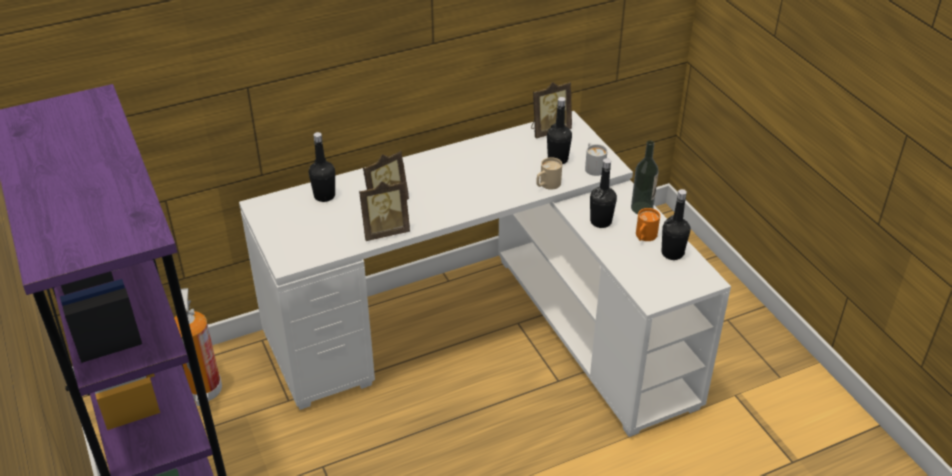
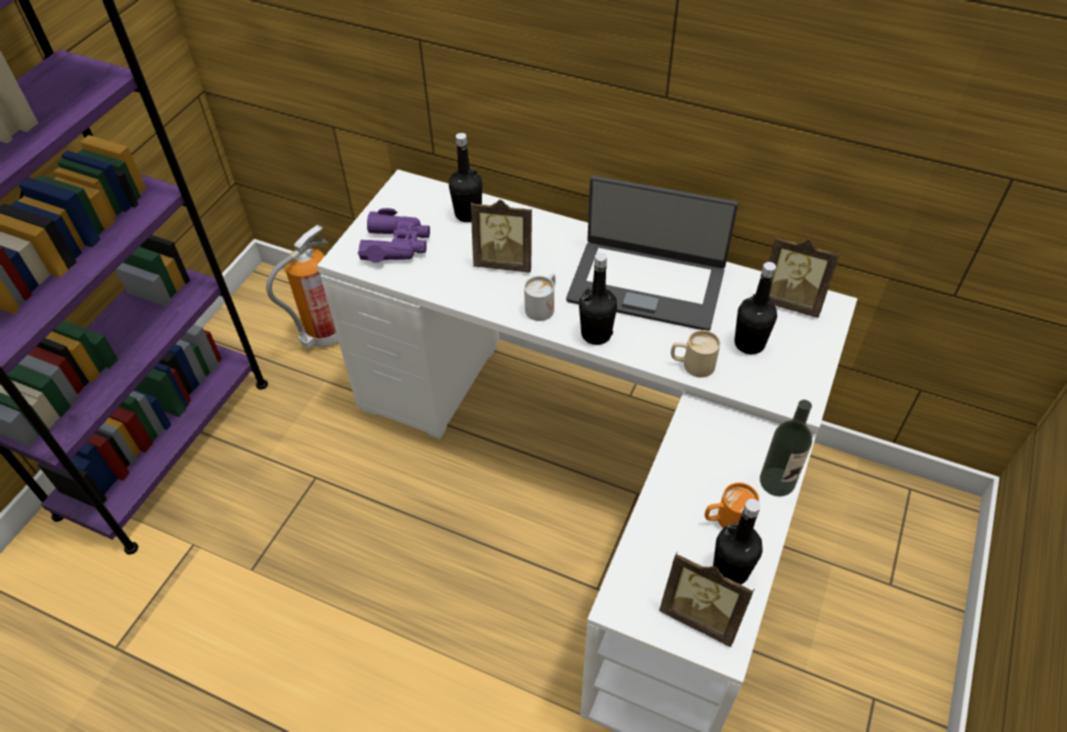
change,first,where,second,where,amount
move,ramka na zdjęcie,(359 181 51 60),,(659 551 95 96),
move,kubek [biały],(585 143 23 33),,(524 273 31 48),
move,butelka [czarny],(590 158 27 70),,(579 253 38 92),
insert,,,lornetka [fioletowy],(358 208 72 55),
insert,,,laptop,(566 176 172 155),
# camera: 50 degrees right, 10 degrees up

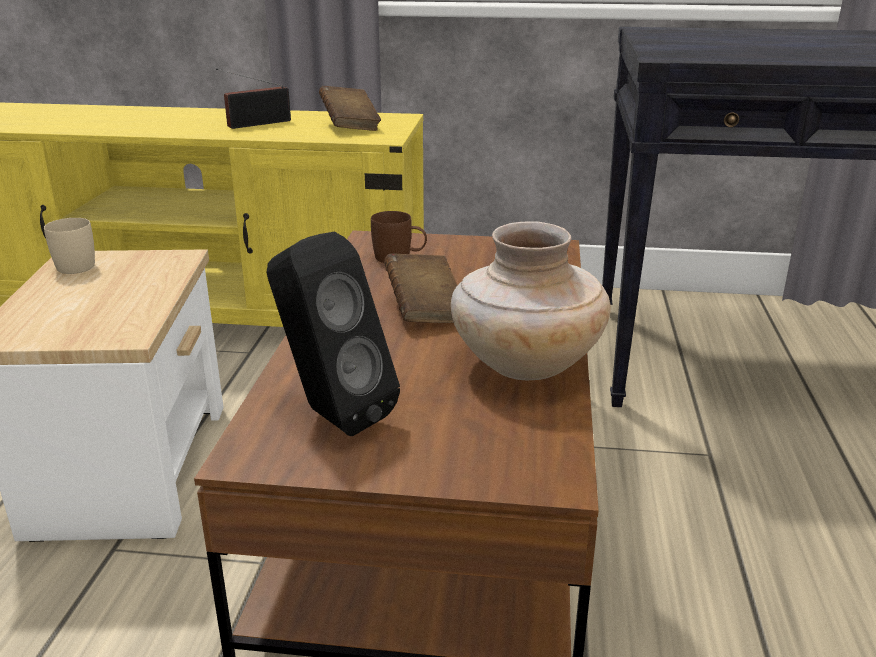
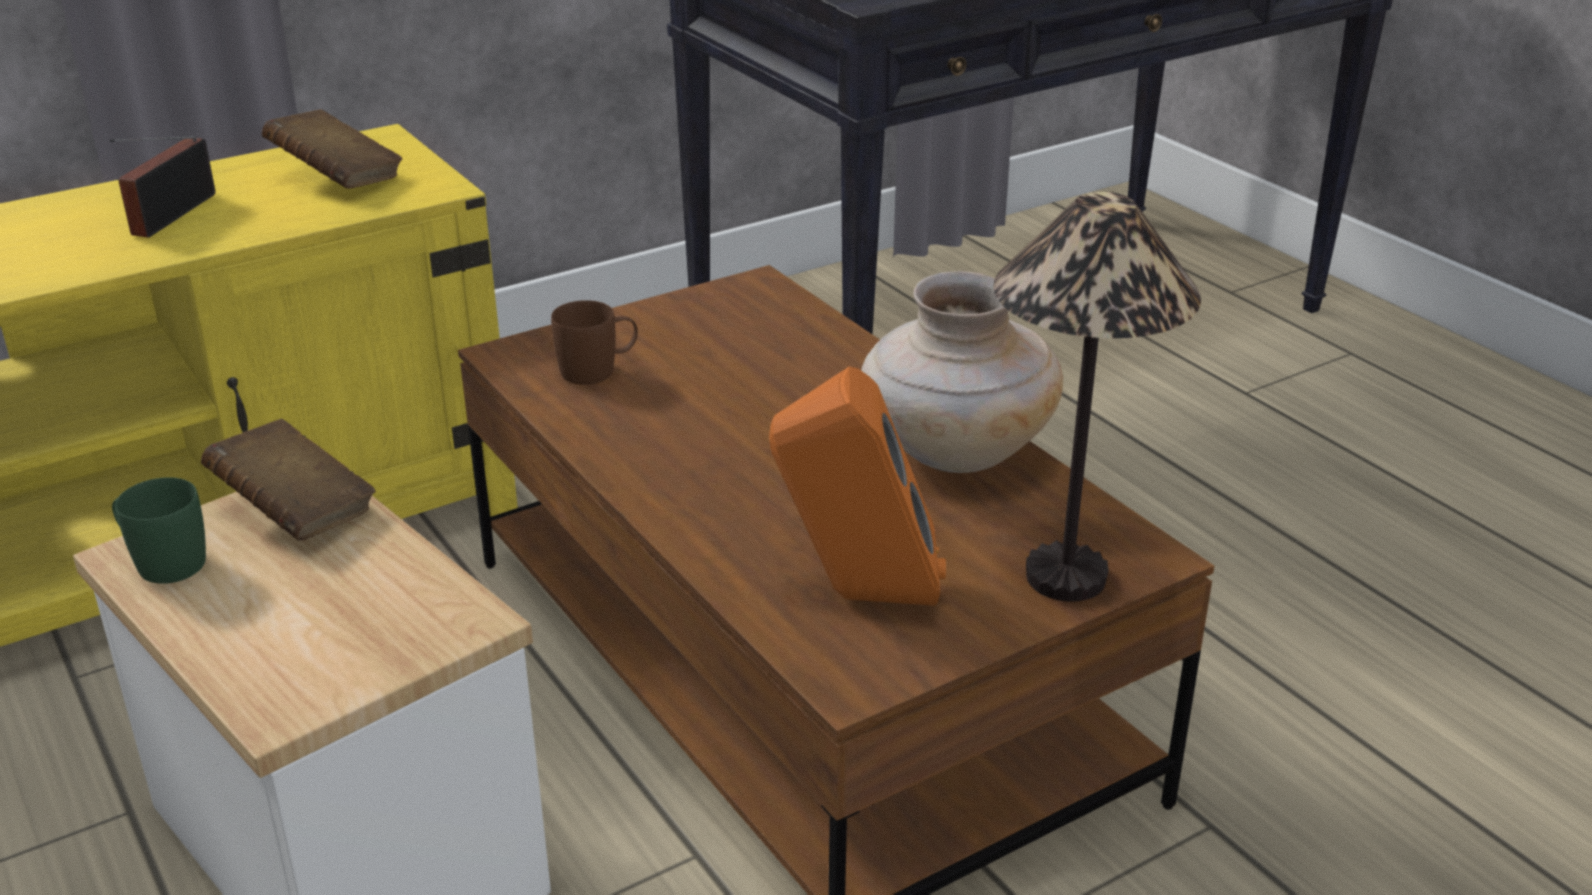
change,first,where,second,where,amount
recolor,kubek [beżowy],(44 218 51 56),kubek [zielony],(112 477 94 107),
recolor,głośnik [czarny],(266 232 134 204),głośnik [pomarańczowy],(769 366 177 240),
move,książka [brązowy],(384 253 73 70),,(201 419 175 122),
insert,,,lampa stołowa,(993 192 208 410),
# camera: 40 degrees left, 5 degrees up

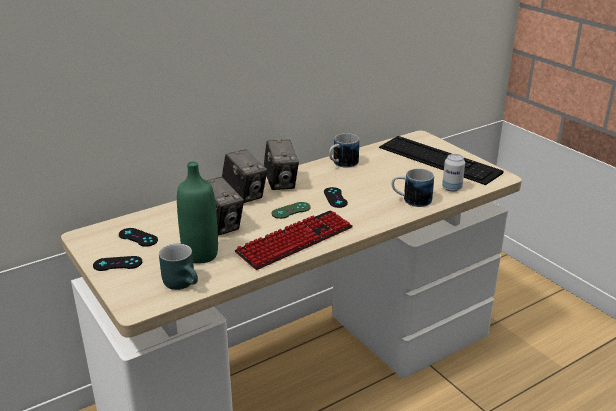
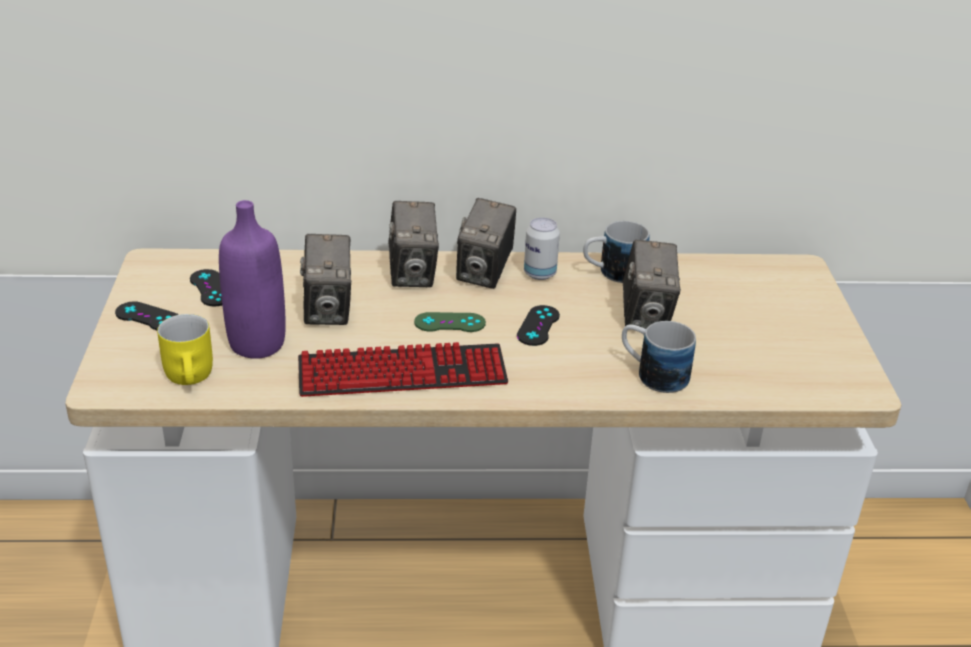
change,first,where,second,where,amount
recolor,kubek [turkusowy],(159 244 39 46),kubek [żółty],(157 314 56 71),
recolor,butelka [zielony],(177 161 41 103),butelka [fioletowy],(219 200 67 159),
delete,klawiatura,(379 136 125 49),,,
move,puszka,(442 154 23 38),,(524 218 36 62),
insert,,,aparat fotograficzny,(623 239 58 90),
# camera: 30 degrees right, 5 degrees up

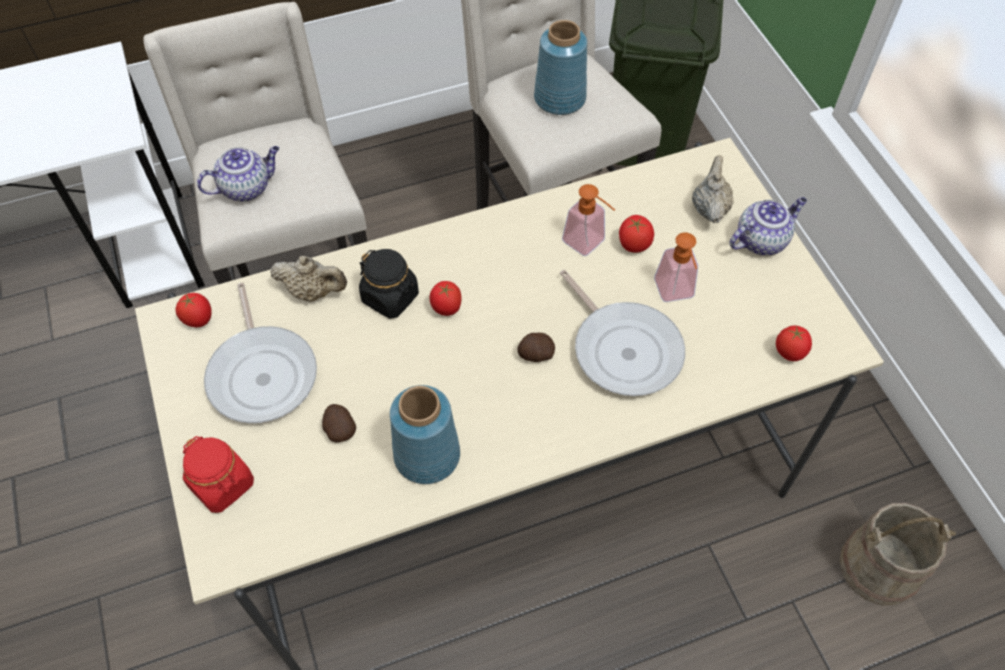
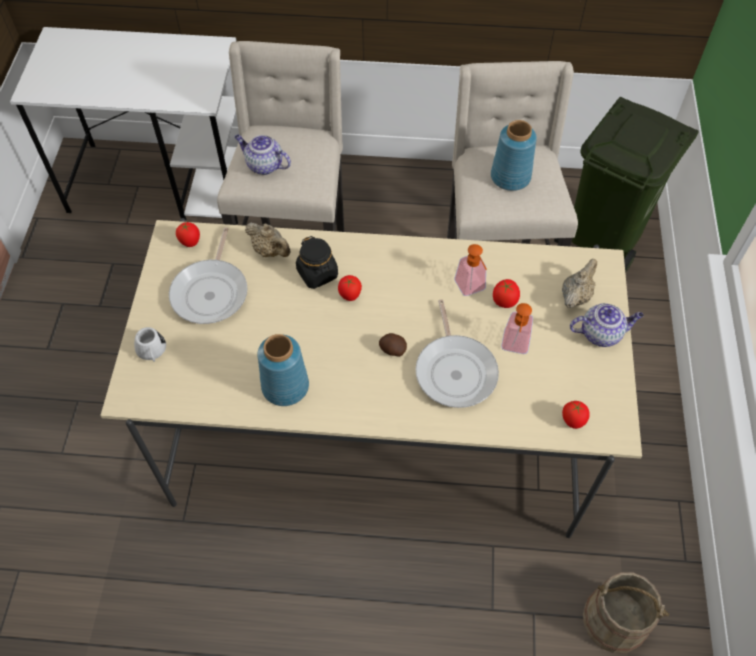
change,first,where,second,where,amount
replace,słoik [czerwony],(183 436 71 77),kubek [biały],(134 327 32 35),
rotate,imbryk,(197 146 82 56),,(235 135 56 40),150 degrees counterclockwise
delete,ziemniak,(322 404 34 39),,,
# camera: 25 degrees right, 0 degrees up

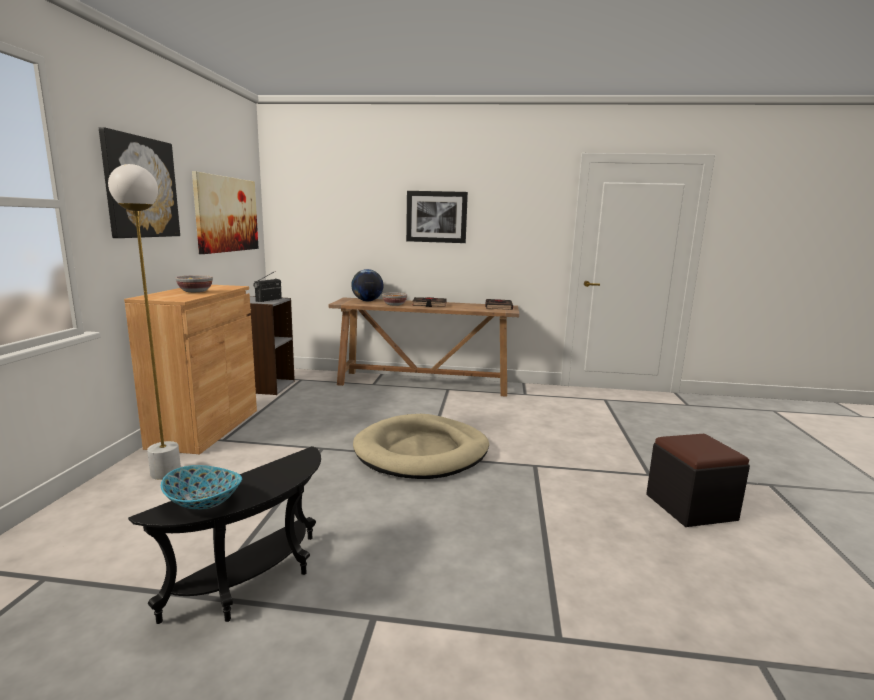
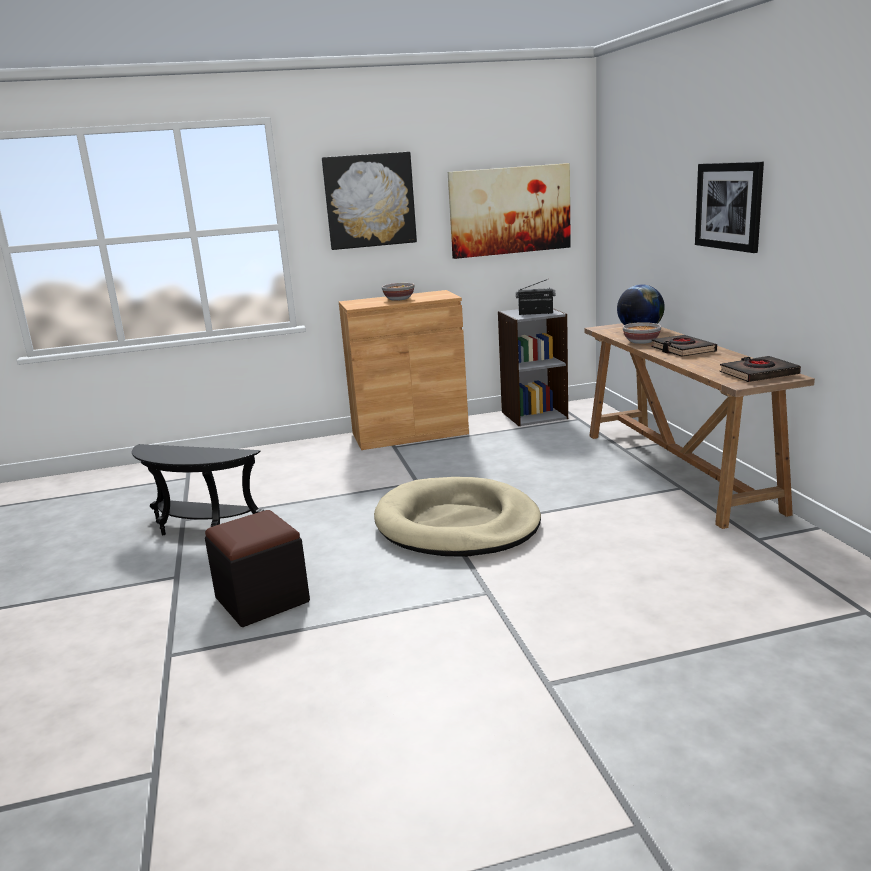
change,first,where,second,where,amount
delete,lampa stojąca [biały],(108 164 73 316),,,
delete,miska,(161 465 81 45),,,
move,pufa [czarny],(646 434 104 93),,(205 510 105 117),
# camera: 70 degrees right, 5 degrees up

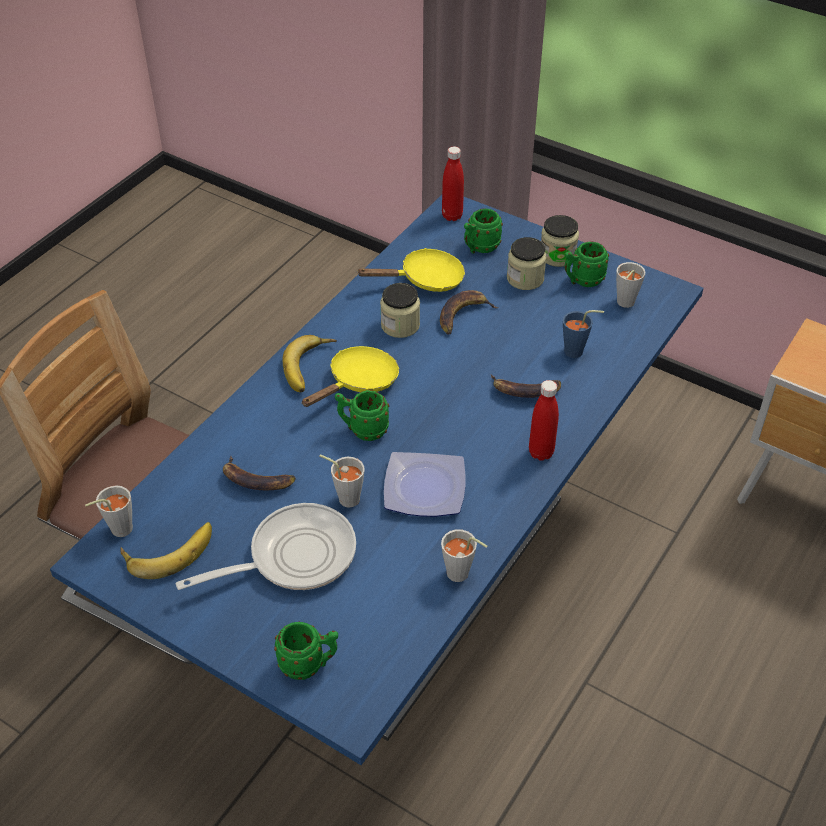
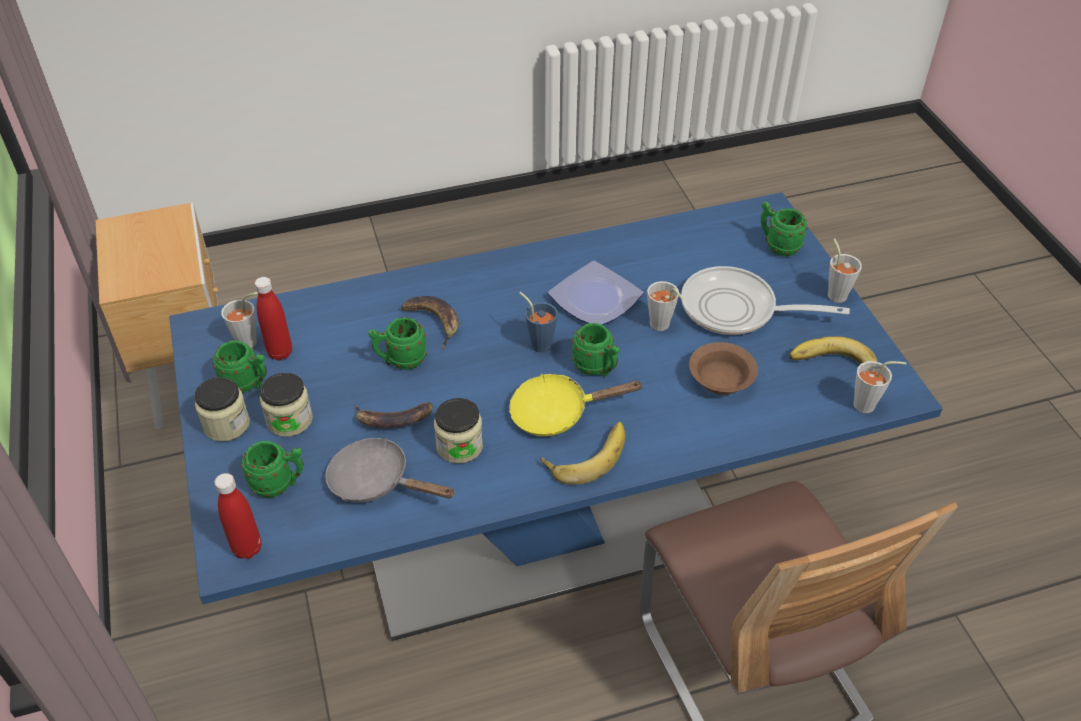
change,first,where,second,where,amount
replace,banan,(223 455 73 35),miska [brązowy],(689 342 69 53),
recolor,patelnia [żółty],(356 248 109 44),patelnia [szary],(325 438 130 65),
move,filiżanka [szary],(441 529 46 53),,(828 238 34 65),
move,butelka [czerwony],(529 380 30 81),,(254 277 38 84),
move,filiżanka [niebieski],(563 310 41 48),,(519 292 39 61),
insert,,,kubek [zielony],(368 317 59 53),
# camera: 140 degrees left, 0 degrees up

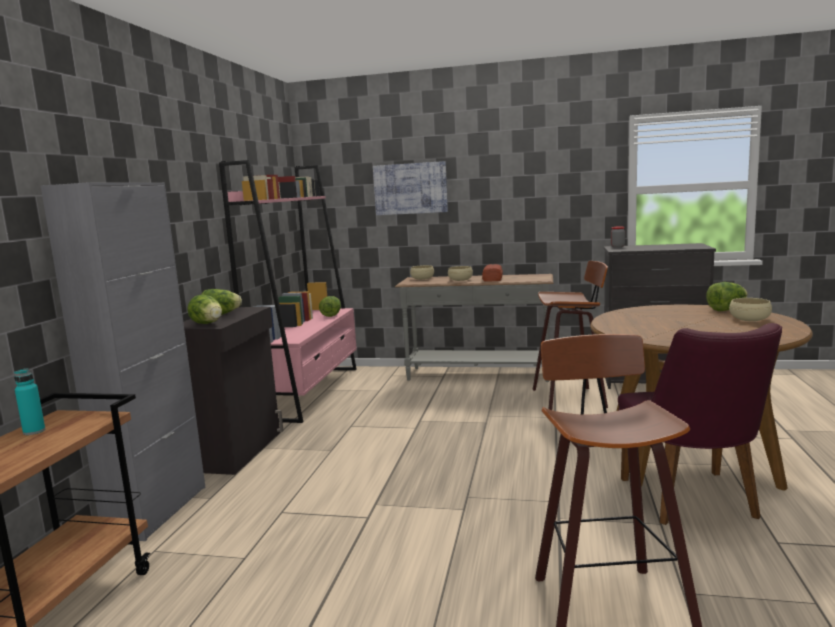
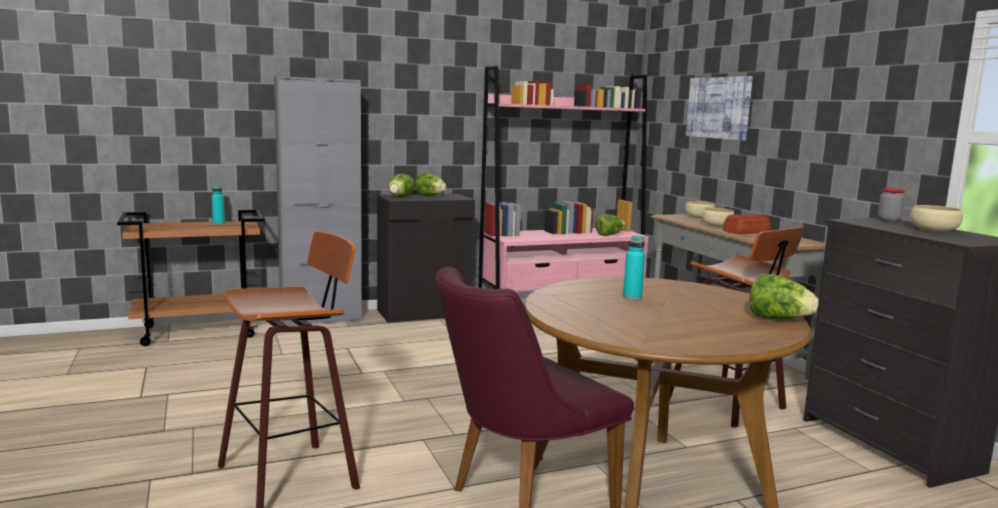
change,first,where,second,where,amount
move,miska [beżowy],(729 298 43 23),,(910 205 53 27),
insert,,,butelka [turkusowy],(623 236 22 64),
# camera: 55 degrees right, 0 degrees up

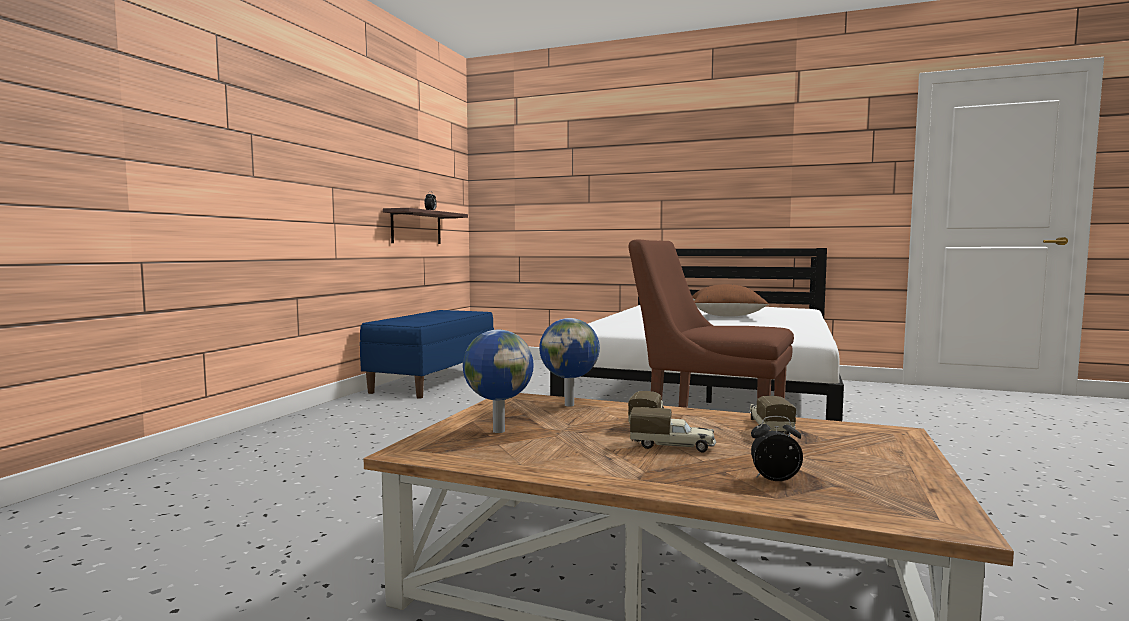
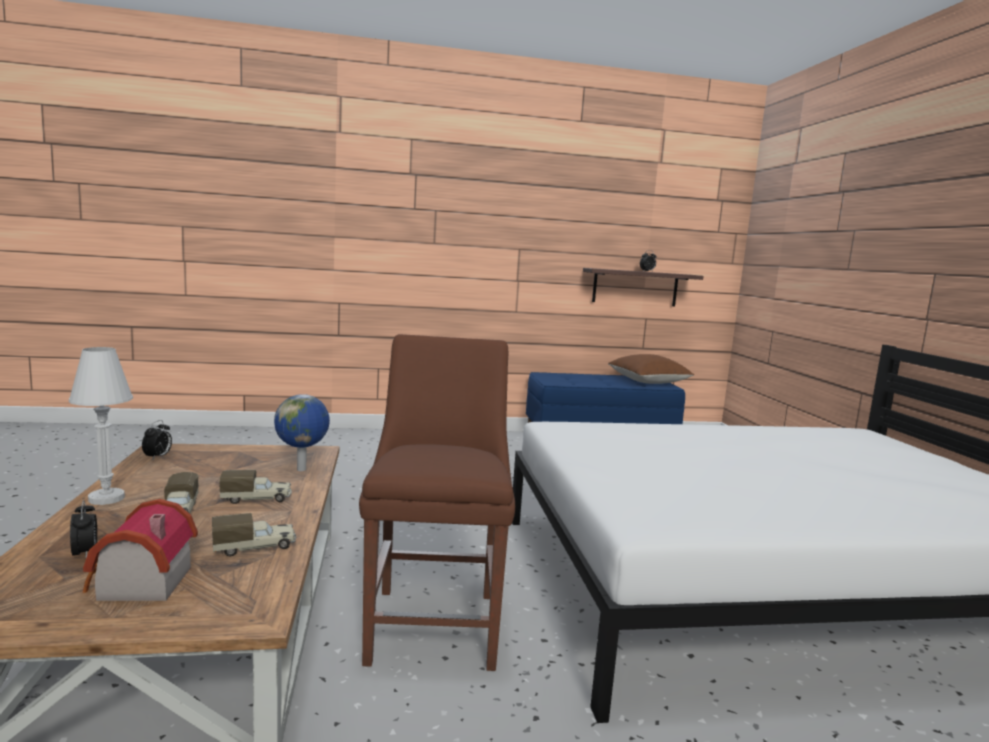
change,first,where,second,where,amount
delete,globus,(463 330 71 103),,,
move,poduszka [brązowy],(692 284 77 33),,(608 354 86 30),
insert,,,lampa stołowa [biały],(69 347 64 158),
insert,,,domek,(83 499 115 102),
insert,,,budzik,(142 420 30 39),
# camera: 60 degrees right, 5 degrees up

